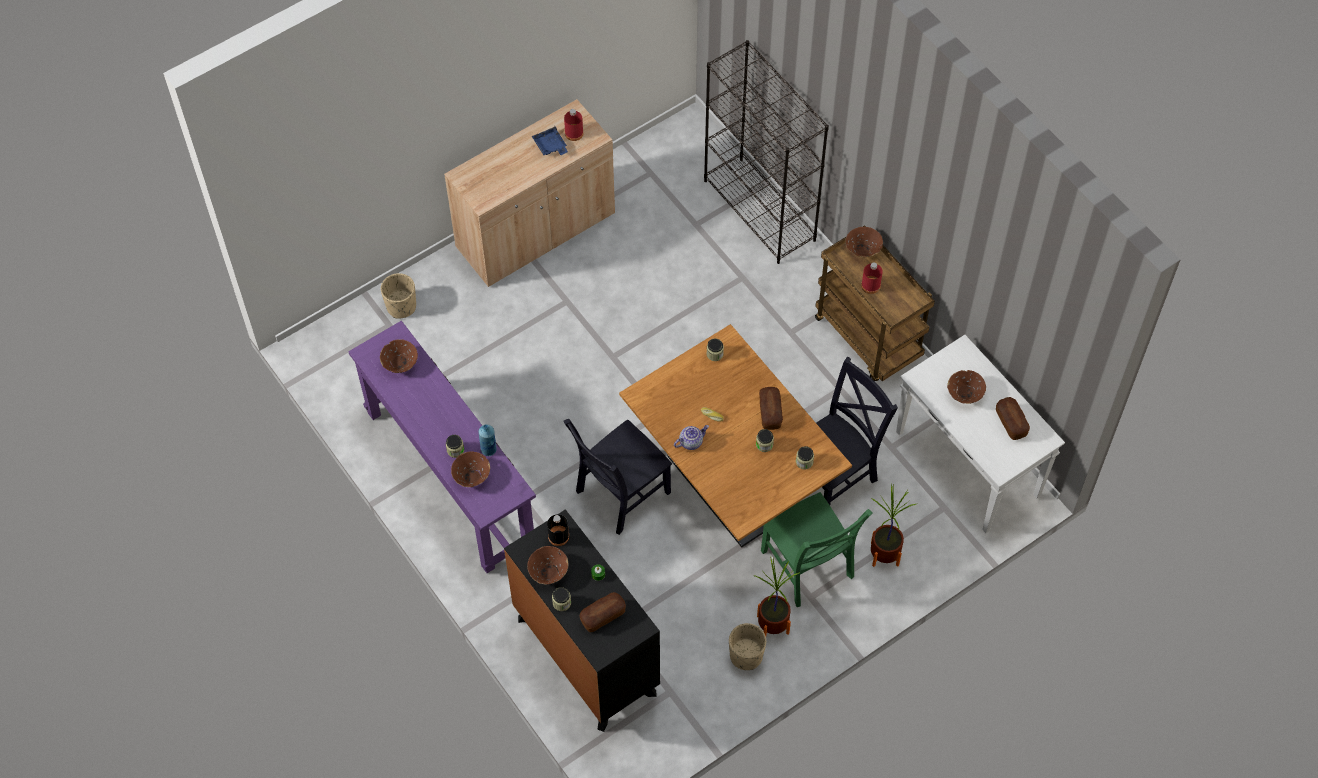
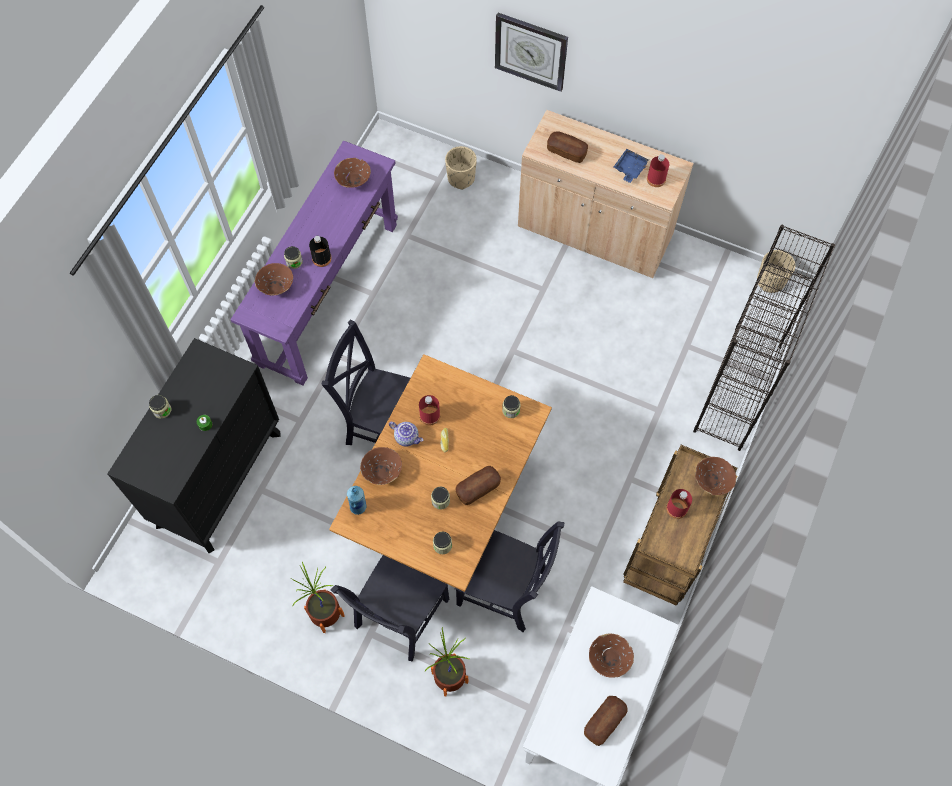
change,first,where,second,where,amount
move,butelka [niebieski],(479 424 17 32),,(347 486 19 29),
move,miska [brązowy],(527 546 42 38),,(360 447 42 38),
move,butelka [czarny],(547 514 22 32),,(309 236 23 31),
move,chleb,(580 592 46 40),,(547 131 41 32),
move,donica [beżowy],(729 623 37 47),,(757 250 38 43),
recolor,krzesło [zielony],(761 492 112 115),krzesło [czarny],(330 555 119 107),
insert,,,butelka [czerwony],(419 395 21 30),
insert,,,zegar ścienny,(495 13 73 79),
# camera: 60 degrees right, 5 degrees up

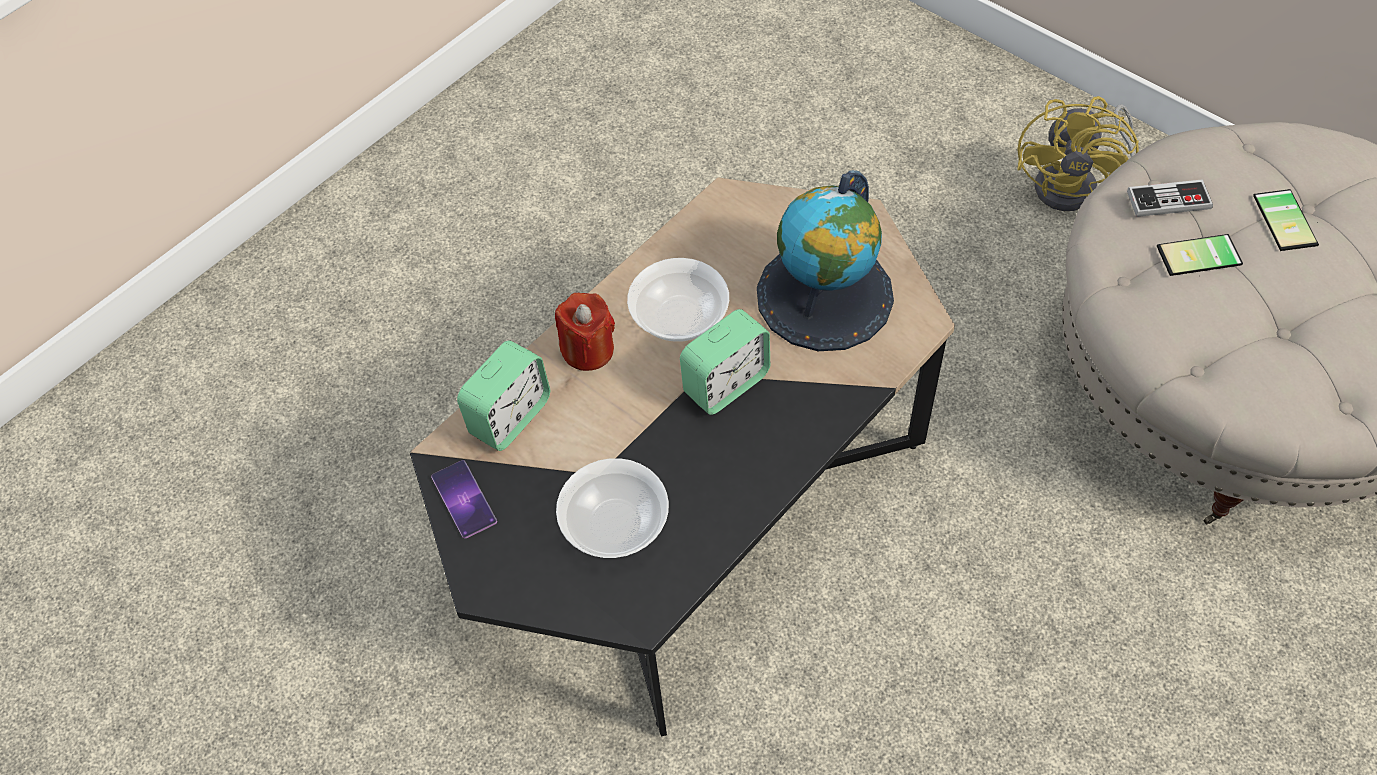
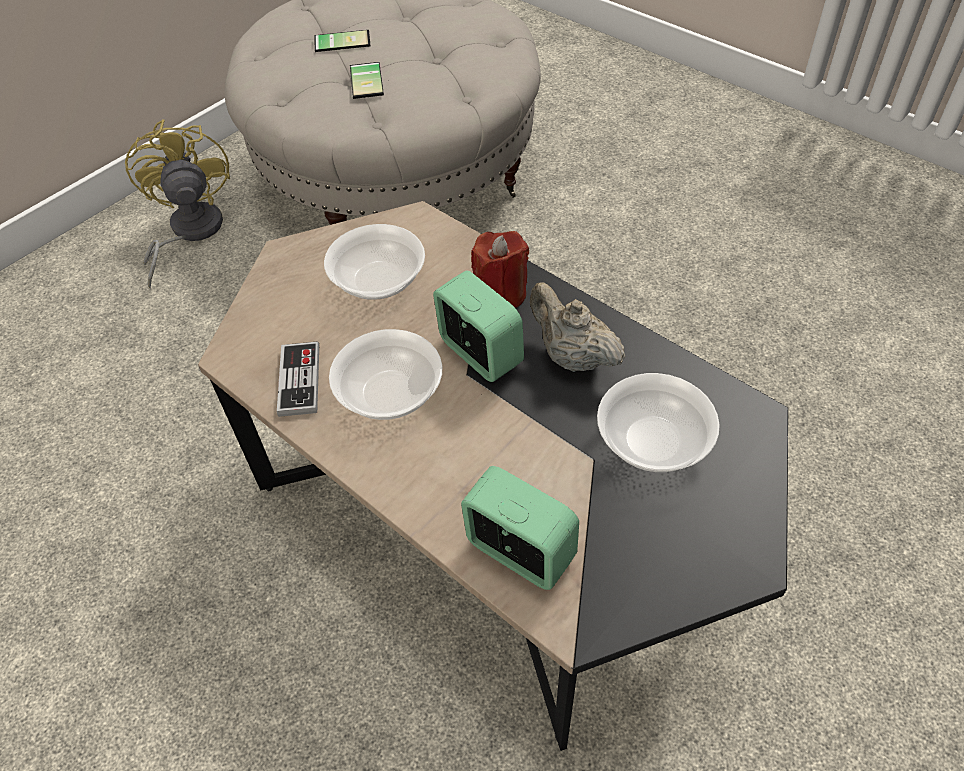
change,first,where,second,where,amount
delete,telefon,(431 460 66 79),,,
move,świeca [czerwony],(555 293 60 78),,(471 231 58 77),
replace,globus,(757 170 137 181),miska,(324 224 101 76),
rotate,wentylator [żółty],(1017 96 122 115),,(125 119 105 170),120 degrees counterclockwise
move,pad do gier,(1127 179 86 38),,(277 341 42 76),
insert,,,imbryk [beżowy],(530 283 95 89),
# camera: 90 degrees left, 5 degrees down

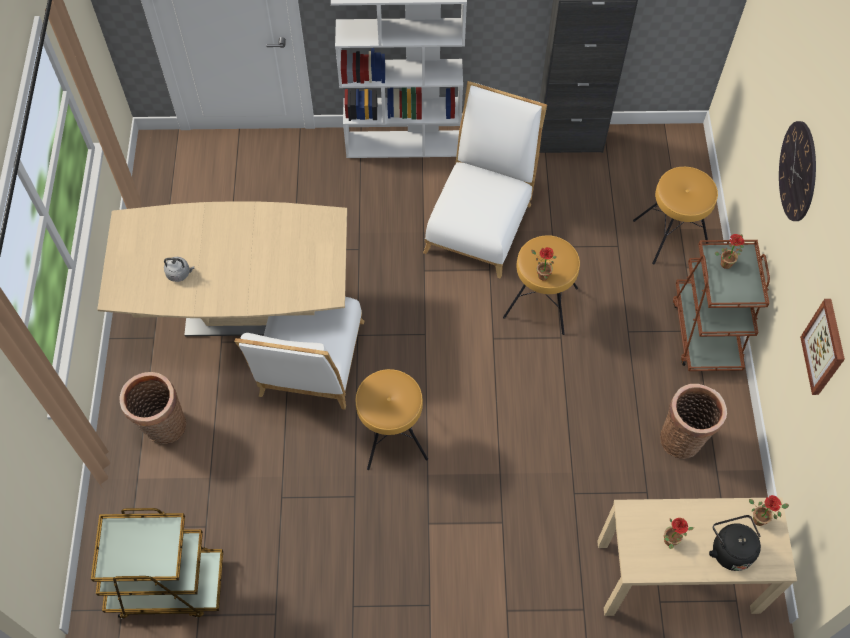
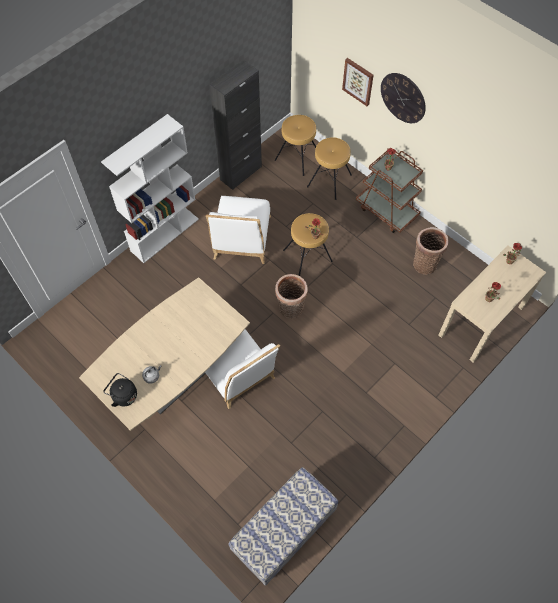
change,first,where,second,where,amount
replace,wózek [brązowy],(91 508 132 111),ławka,(229 467 109 119),
move,koszyk,(119 372 67 72),,(275 274 33 44),
move,stołek [brązowy],(355 369 73 101),,(275 115 41 61),
rotate,krzesło [biały],(423 81 124 198),,(206 196 65 68),150 degrees counterclockwise
move,czajnik [czarny],(709 515 52 56),,(103 373 34 34),
move,obraz,(800 299 45 96),,(342 58 32 48),
# camera: 45 degrees left, 0 degrees up

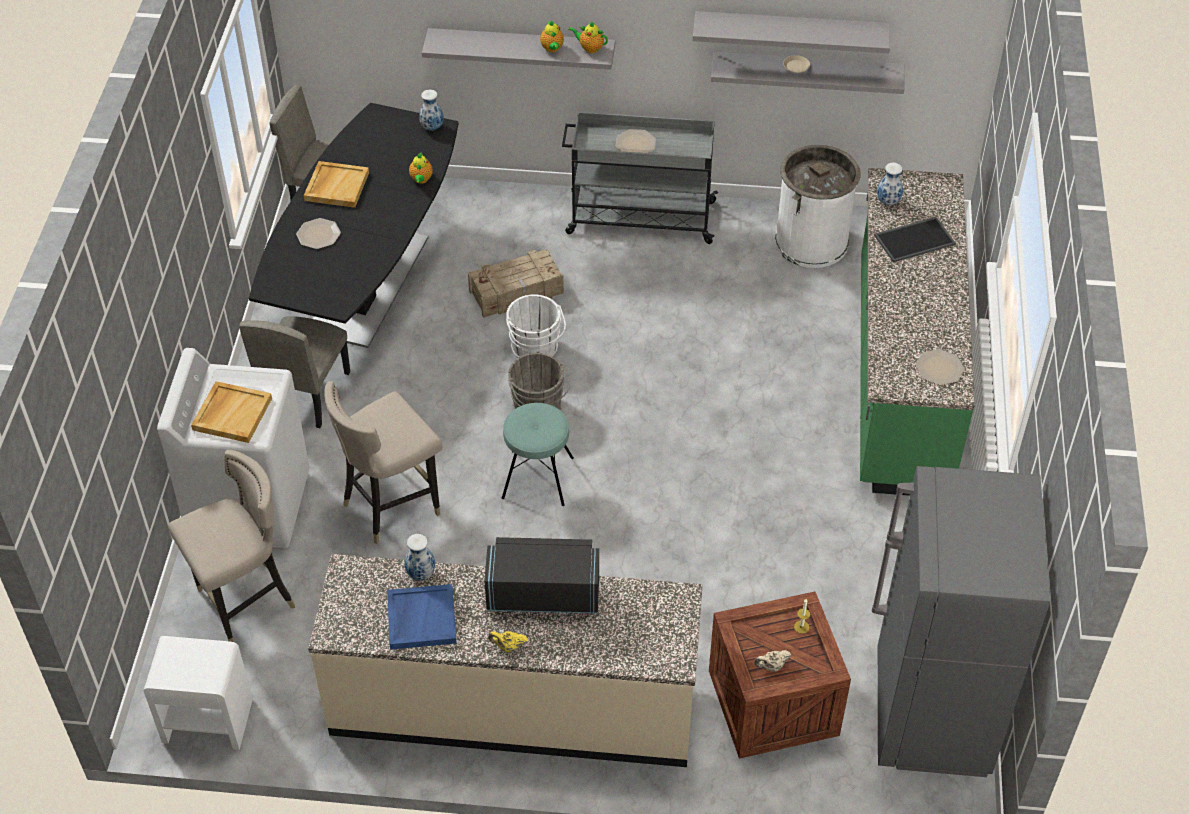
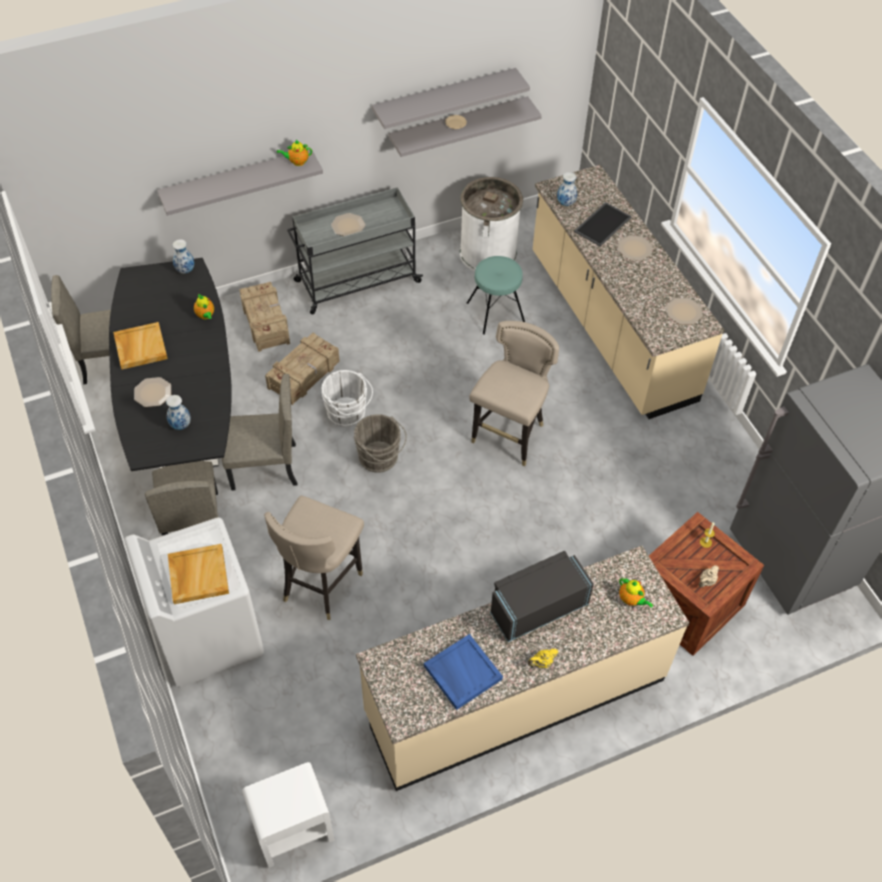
change,first,where,second,where,amount
move,stołek [beżowy],(168 450 127 192),,(469 321 90 145),
move,wazon,(404 534 31 46),,(166 395 25 35),
move,stołek [turkusowy],(502 403 72 103),,(467 256 58 79),
move,imbryk,(540 21 24 31),,(619 578 34 30),
recolor,zabudowa kuchenna [zielony],(860 168 115 328),zabudowa kuchenna [beżowy],(533 165 191 254),
insert,,,krzesło [beżowy],(222 374 75 117),
insert,,,skrzynka,(239 282 51 70),
insert,,,talerz,(618 235 34 26),
# camera: 30 degrees left, 5 degrees up

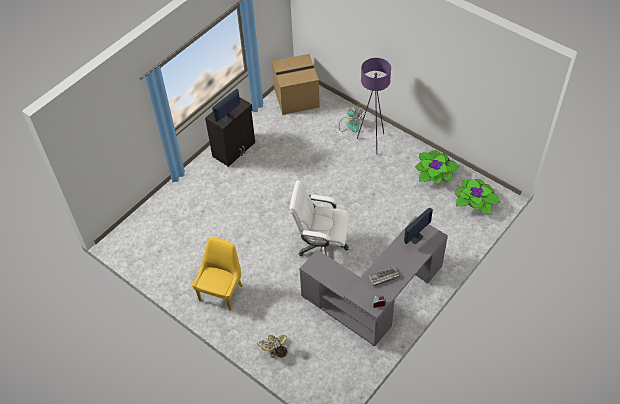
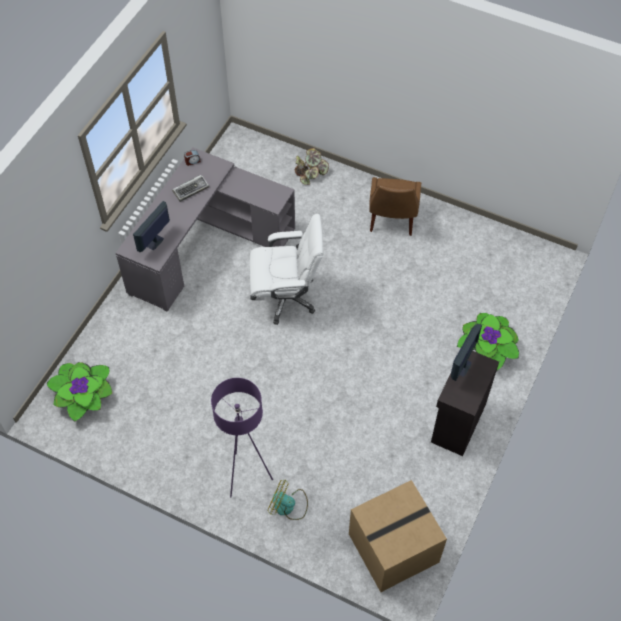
change,first,where,second,where,amount
recolor,krzesło [żółty],(192 238 50 73),krzesło [brązowy],(369 177 52 59),
move,roślina doniczkowa,(415 150 44 34),,(457 313 62 57),
# camera: 165 degrees right, 5 degrees up

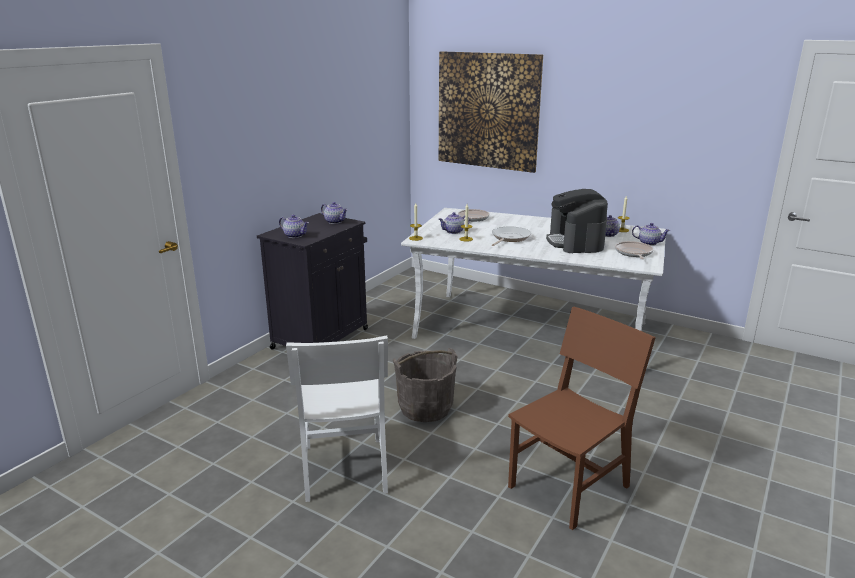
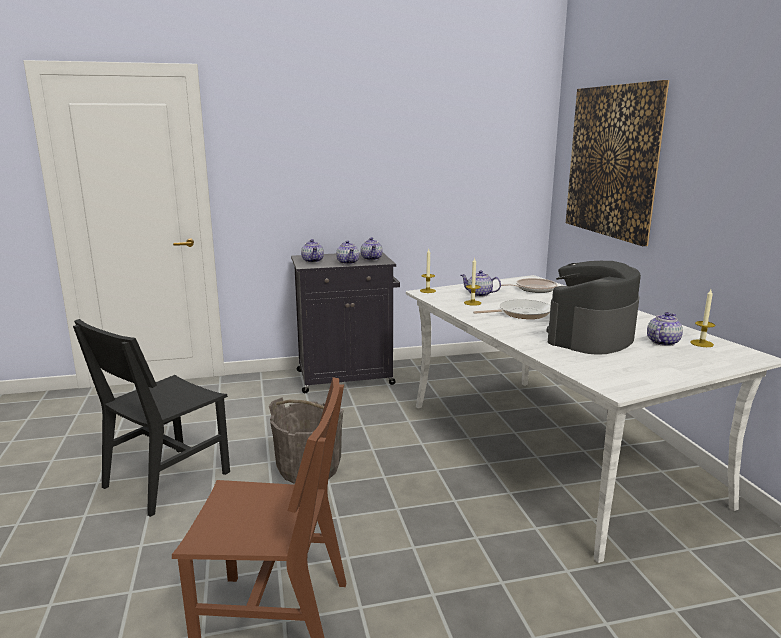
change,first,where,second,where,amount
recolor,krzesło [biały],(286 335 102 167),krzesło [czarny],(73 319 157 198),
delete,patelnia,(615 241 38 18),,,
move,imbryk,(632 223 38 23),,(336 241 23 23),
# camera: 45 degrees right, 5 degrees down

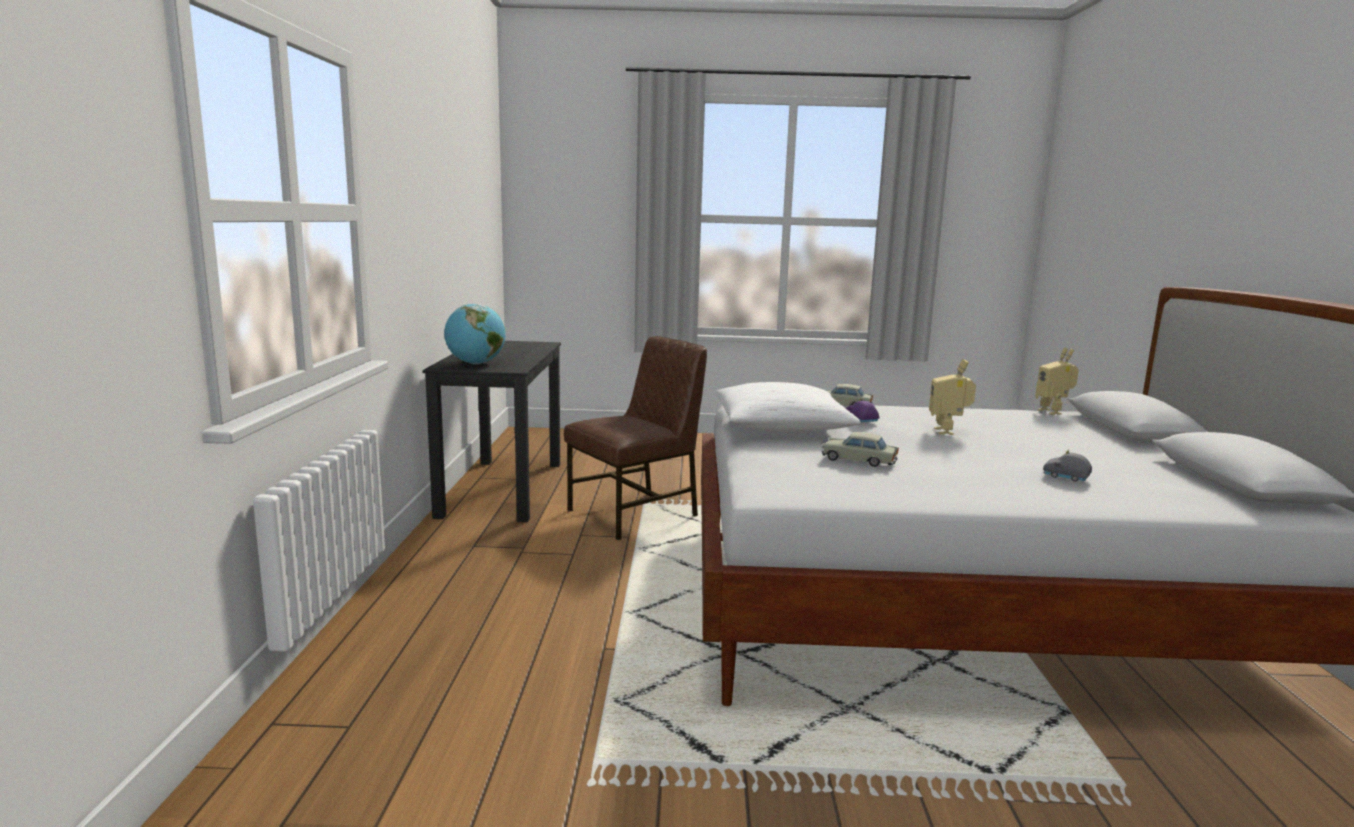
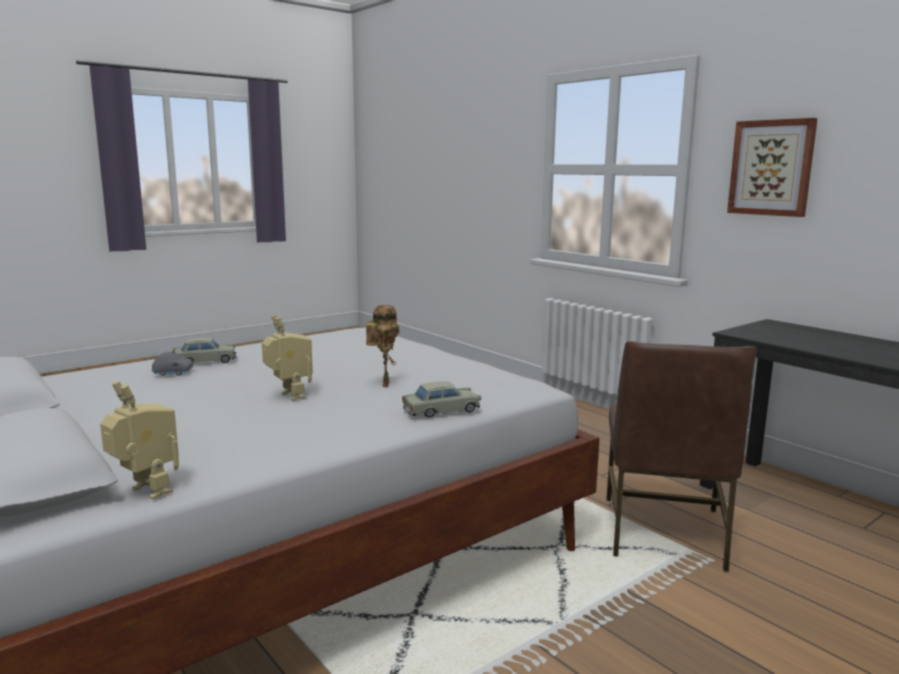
change,first,where,second,where,amount
delete,globus,(444 304 62 60),,,
delete,poduszka [biały],(715 382 146 50),,,
move,samochodzik [beżowy],(822 432 77 35),,(173 337 63 26),
replace,samochodzik [fioletowy],(846 397 34 25),robot zabawkowy,(366 305 34 82),
insert,,,obraz,(727 118 91 99),
# camera: 140 degrees right, 0 degrees up

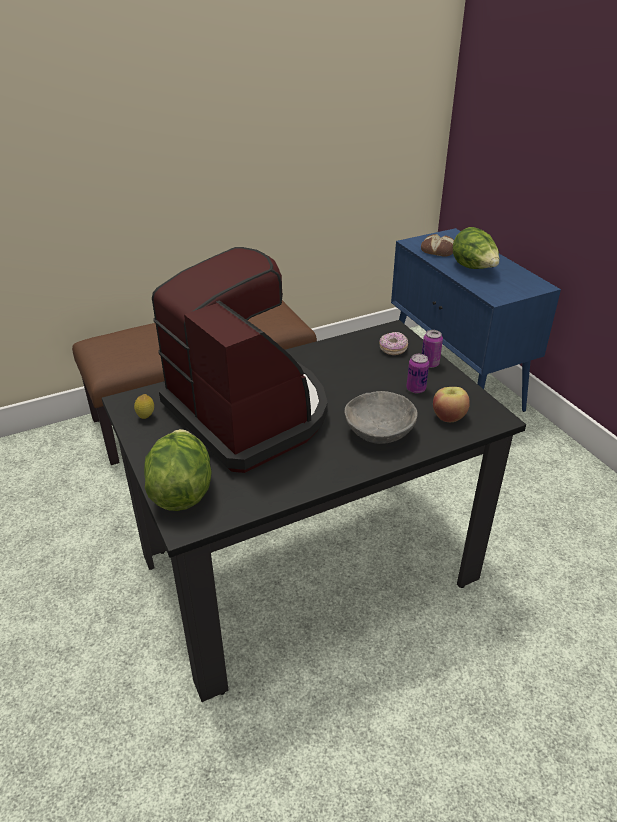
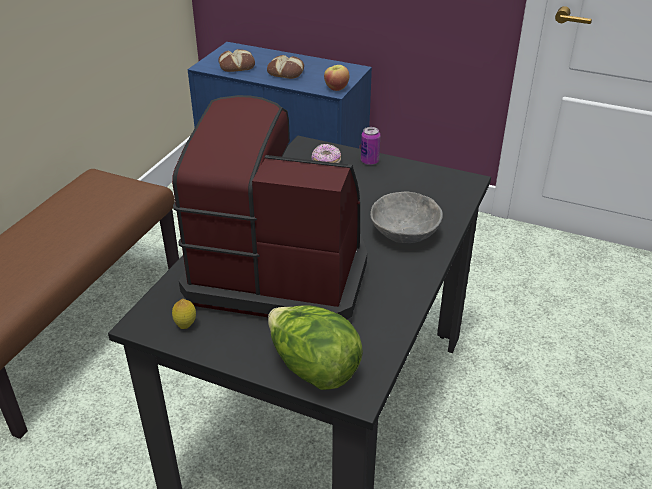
change,first,where,second,where,amount
delete,puszka,(406 354 23 39),,,
move,jabłko,(433 387 37 35),,(324 65 25 26),
replace,sałata,(453 227 46 42),chleb,(267 55 37 24),
# camera: 40 degrees left, 0 degrees up

